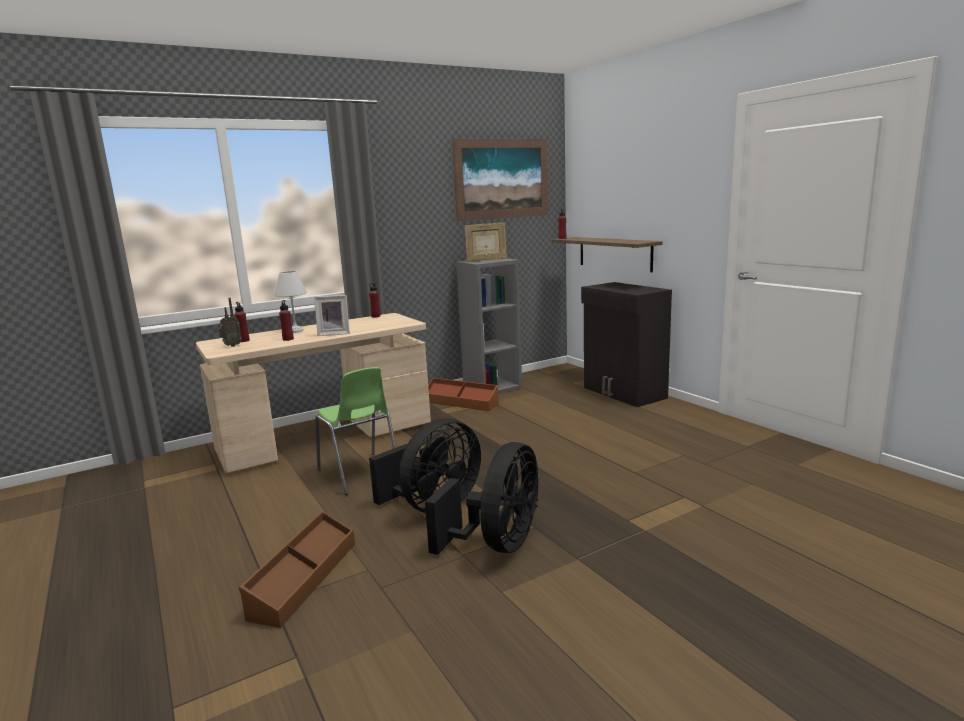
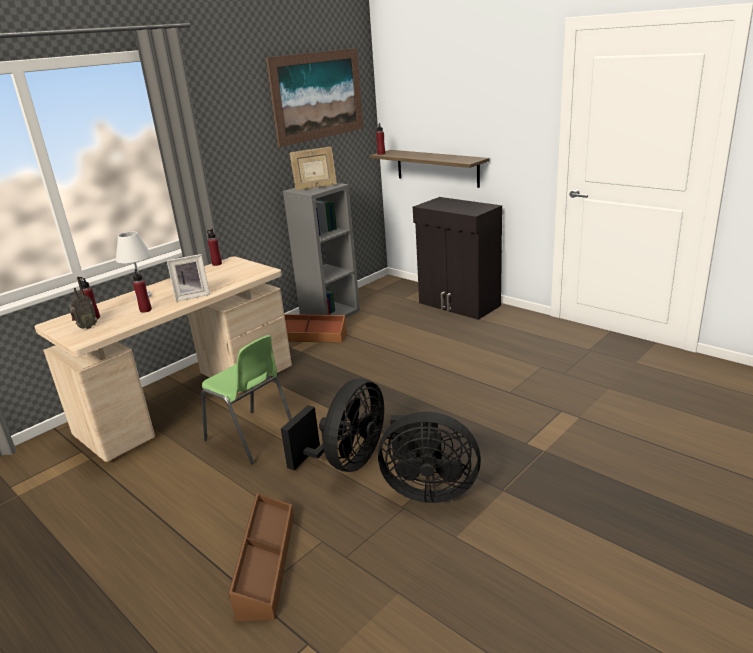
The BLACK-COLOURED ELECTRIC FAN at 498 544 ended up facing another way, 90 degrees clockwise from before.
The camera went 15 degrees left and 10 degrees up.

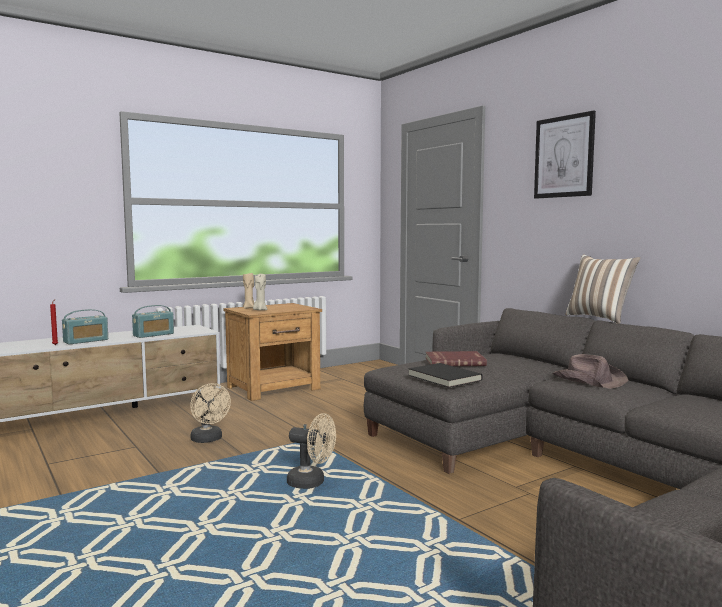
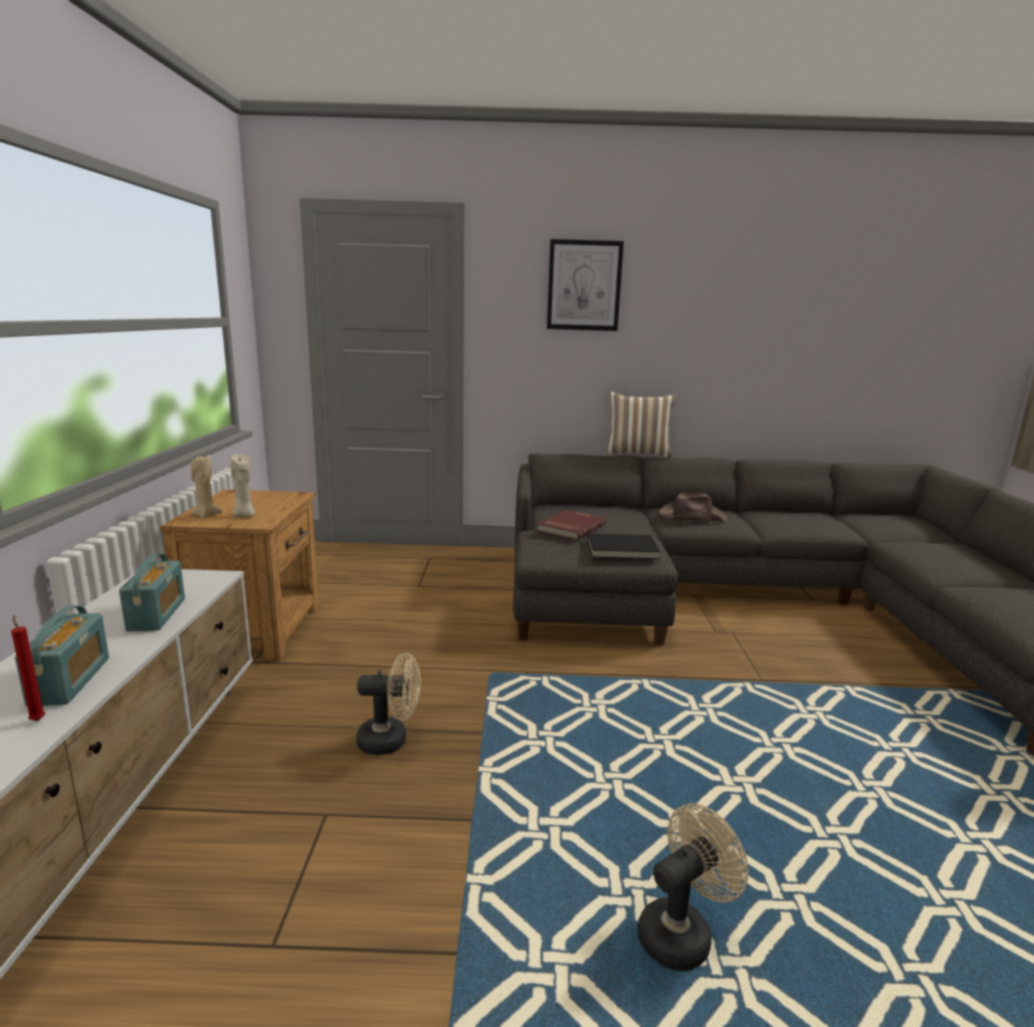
The BEIGE ELECTRIC FAN ended up elsewhere, having gone from 312 482 to 681 932.
The camera went 55 degrees left and 10 degrees up.

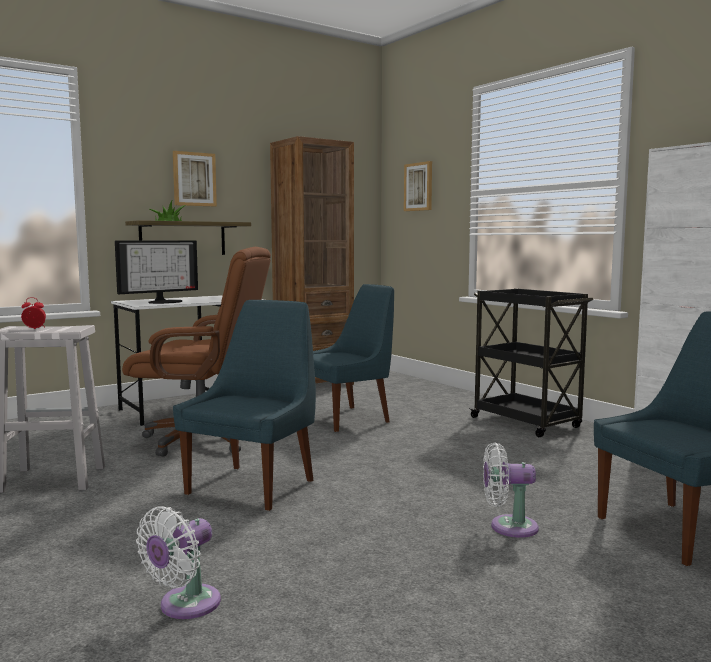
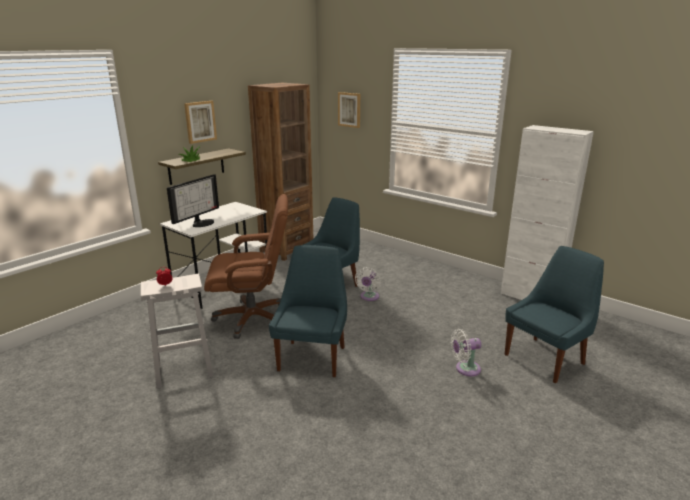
The WHITE-COLOURED ELECTRIC FAN ended up elsewhere, having gone from 185 606 to 369 297.
The second view lost the BLACK-COLOURED CART at 526 423.
The camera went 15 degrees left and 15 degrees up.

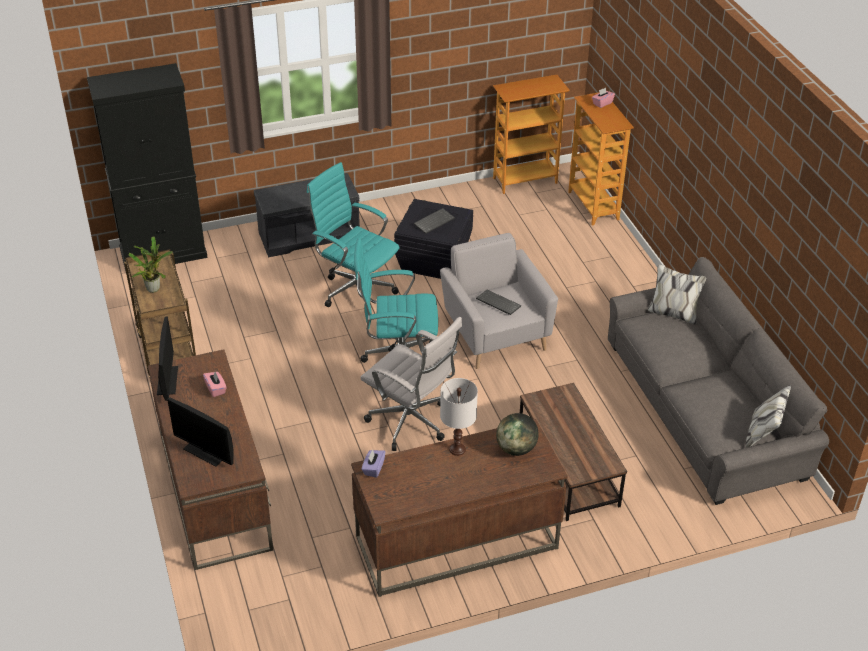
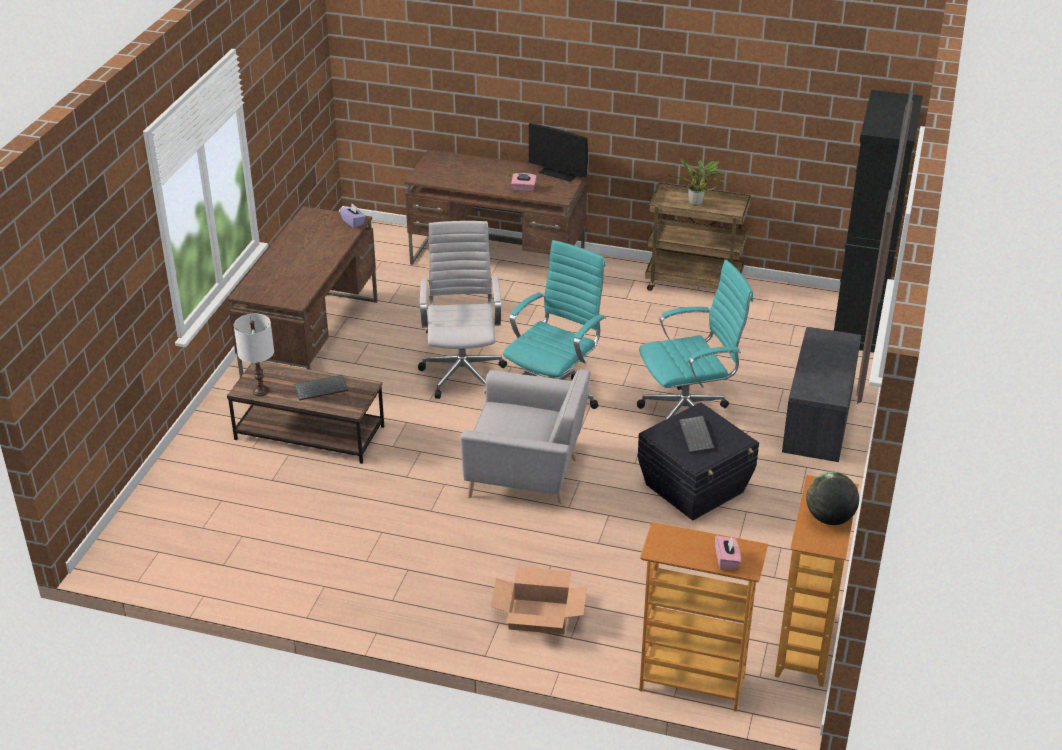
The WHITE-COLOURED TABLE LAMP ended up elsewhere, having gone from 457 449 to 261 391.
The COMPUTER KEYBOARD ended up elsewhere, having gone from 497 303 to 321 388.
The WHITE-COLOURED DESK CHAIR at 411 424 ended up facing another way, 105 degrees clockwise from before.
The second view gained the CARTON at 538 616.
The WORLD GLOBE ended up elsewhere, having gone from 516 449 to 829 518.
The second view lost the COMPUTER SCREEN at 206 452.
The second view lost the GRAY COUCH at 704 409.
The camera went 125 degrees right and 5 degrees down.

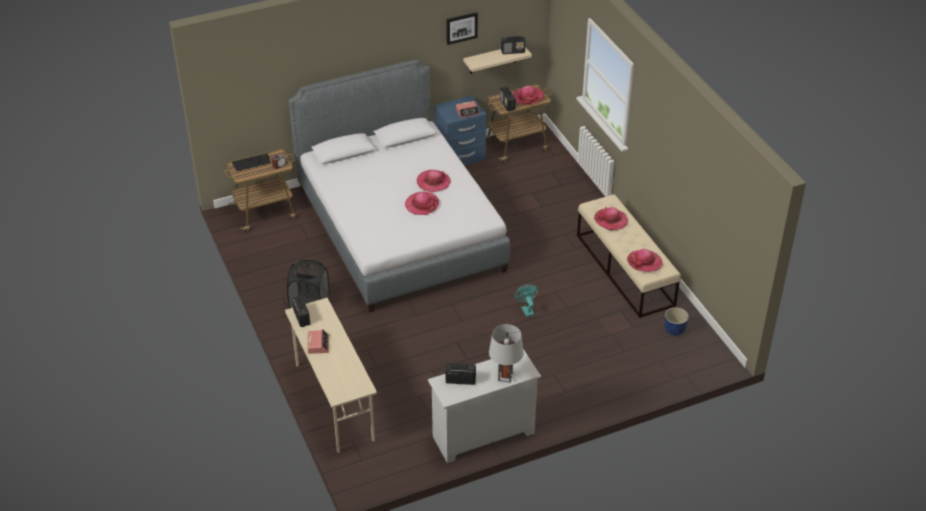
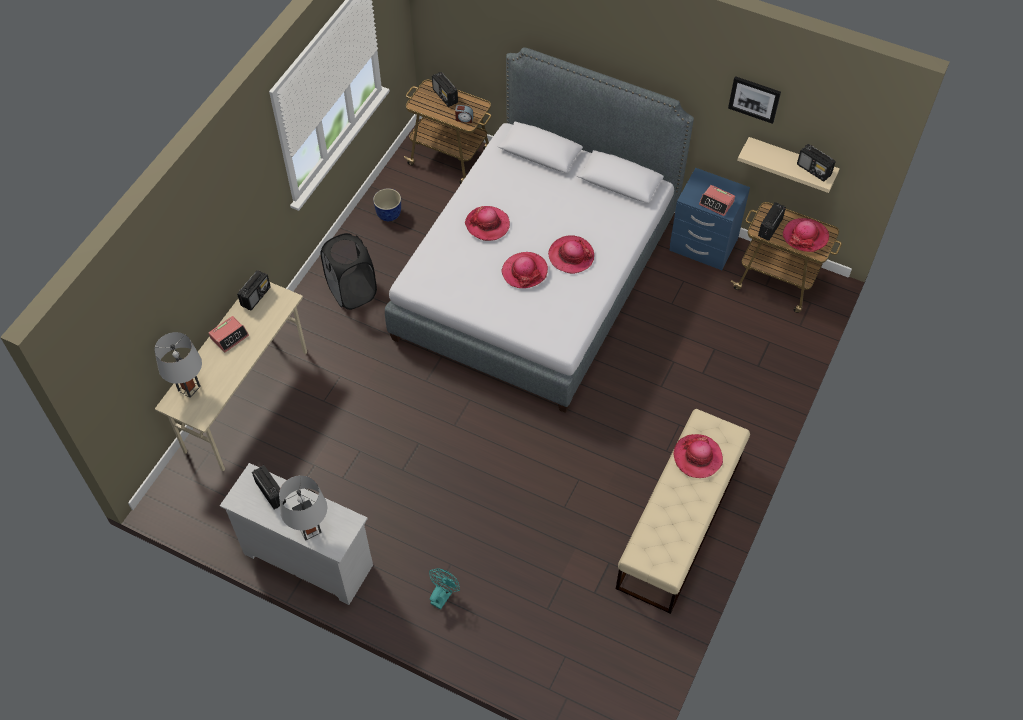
The second view gained the GRAY TABLE LAMP at 189 388.
The PLANTER ended up elsewhere, having gone from 674 330 to 389 214.
The TURQUOISE ELECTRIC FAN ended up elsewhere, having gone from 526 309 to 443 595.
Where the COMPUTER KEYBOARD stood at 251 162, the RADIO came to stand at 445 96.
The WEARABLE HAT ended up elsewhere, having gone from 644 262 to 487 224.
The camera went 50 degrees right and 15 degrees up.

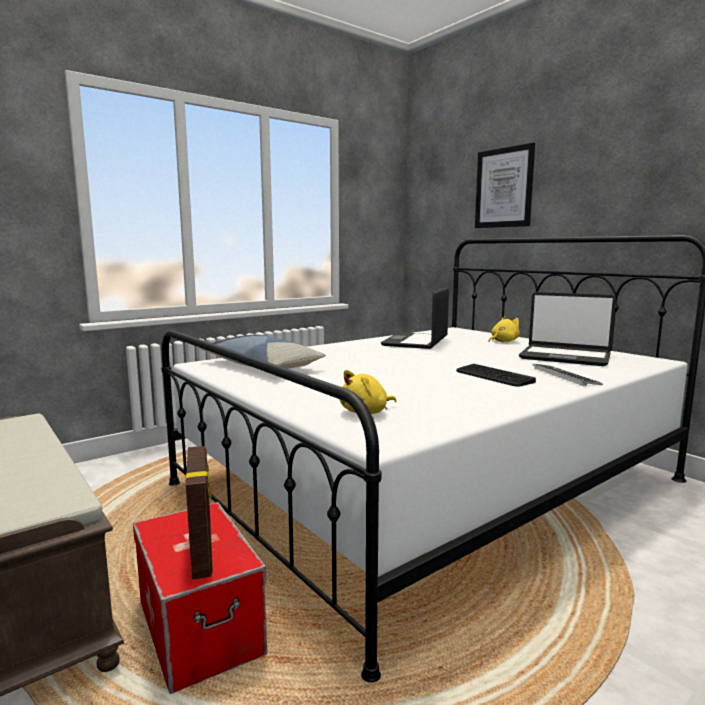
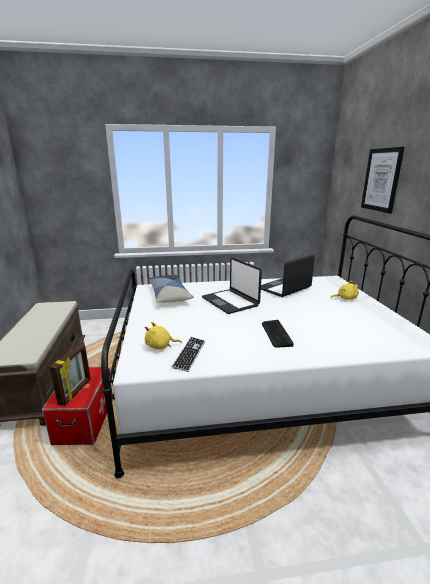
The COMPUTER KEYBOARD ended up elsewhere, having gone from 565 376 to 189 354.
The PORTABLE COMPUTER ended up elsewhere, having gone from 565 357 to 230 302.
The camera went 30 degrees right and 10 degrees up.

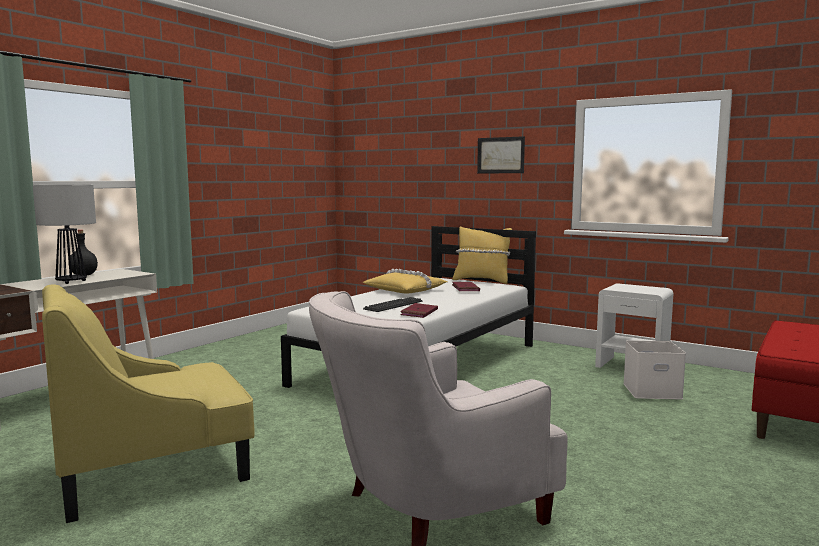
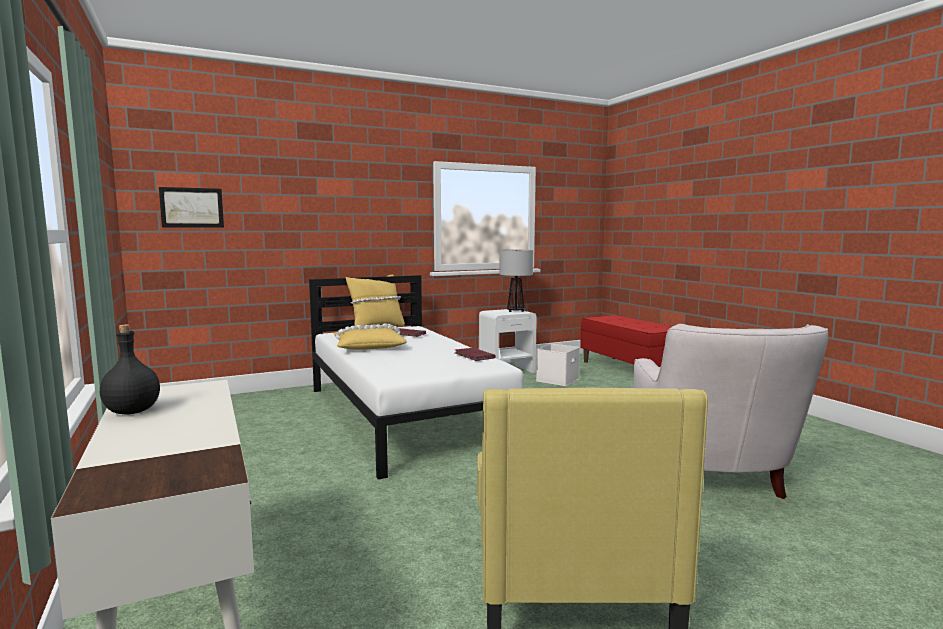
The WALL PICTURE ended up elsewhere, having gone from 500 155 to 192 207.
The TABLE LAMP ended up elsewhere, having gone from 71 282 to 515 311.
The second view lost the COMPUTER KEYBOARD at 393 305.
The camera went 60 degrees left and 0 degrees up.

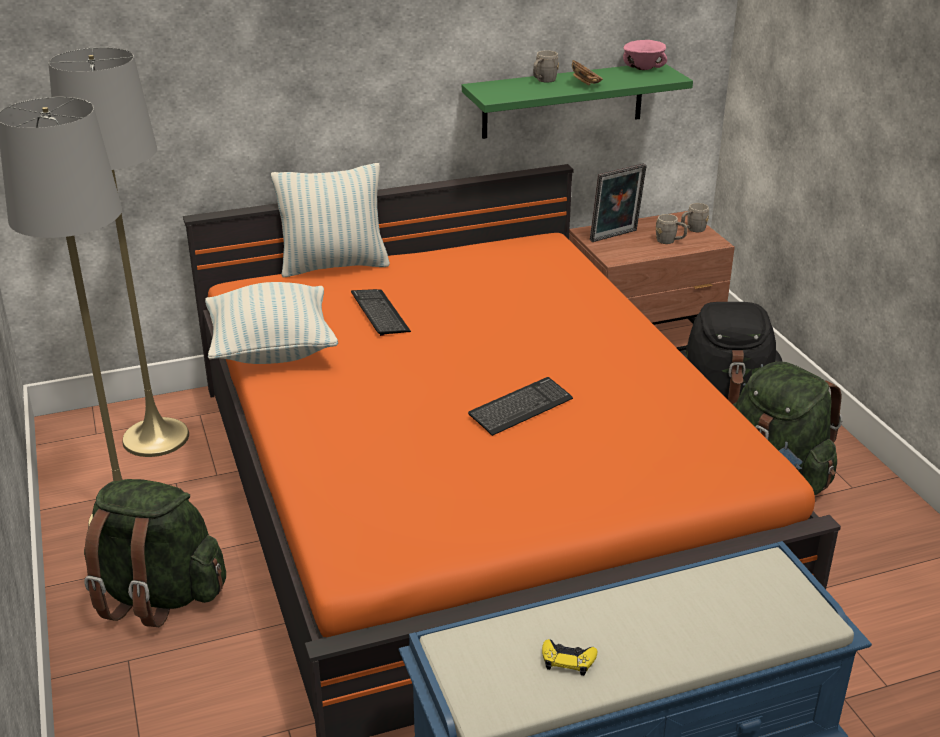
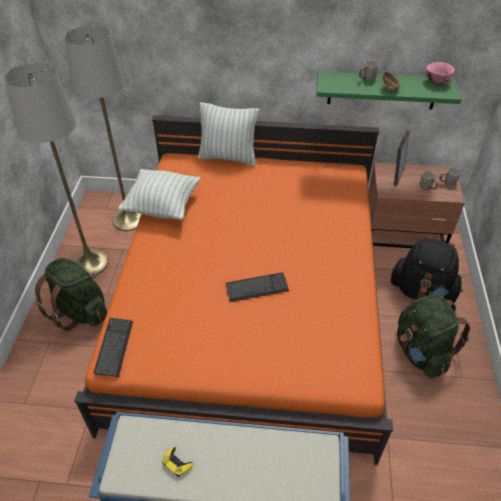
The COMPUTER KEYBOARD ended up elsewhere, having gone from 380 313 to 114 347.
The PHOTO FRAME at 615 236 ended up facing another way, 120 degrees clockwise from before.
The camera went 25 degrees right and 15 degrees up.

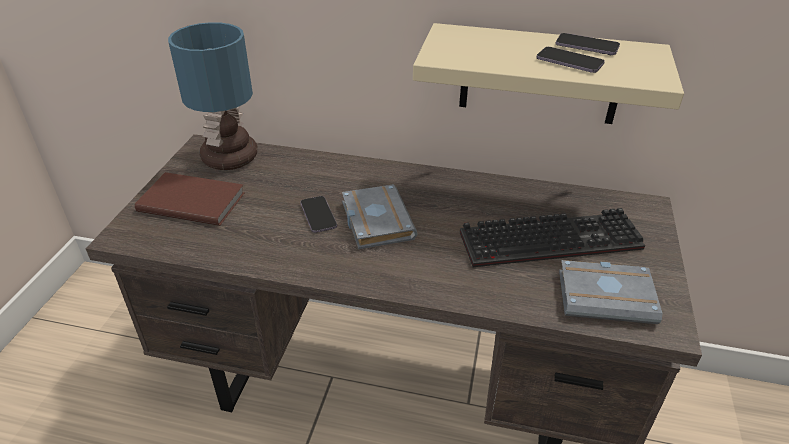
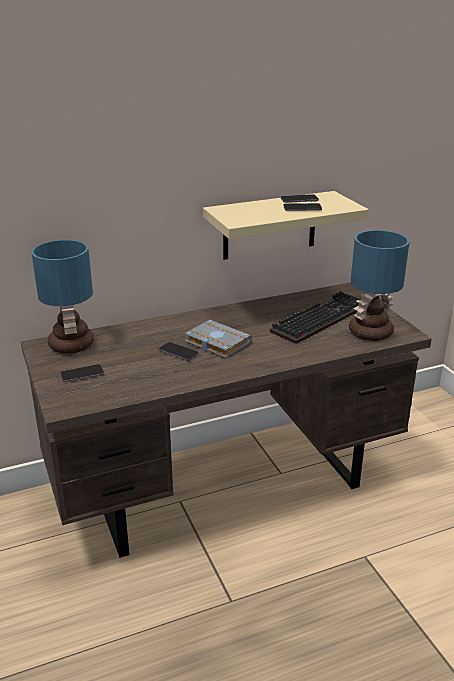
Where the BROWNISH BOOK stood at 192 201, the PHONE came to stand at 82 374.
Where the GRAY BOOK stood at 607 296, the TABLE LAMP came to stand at 371 332.
The camera went 35 degrees left and 10 degrees down.

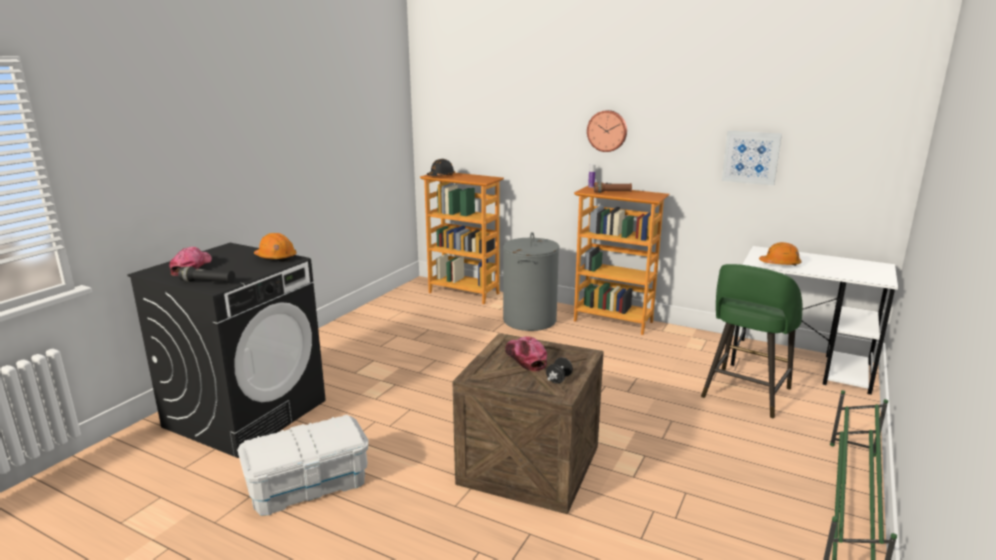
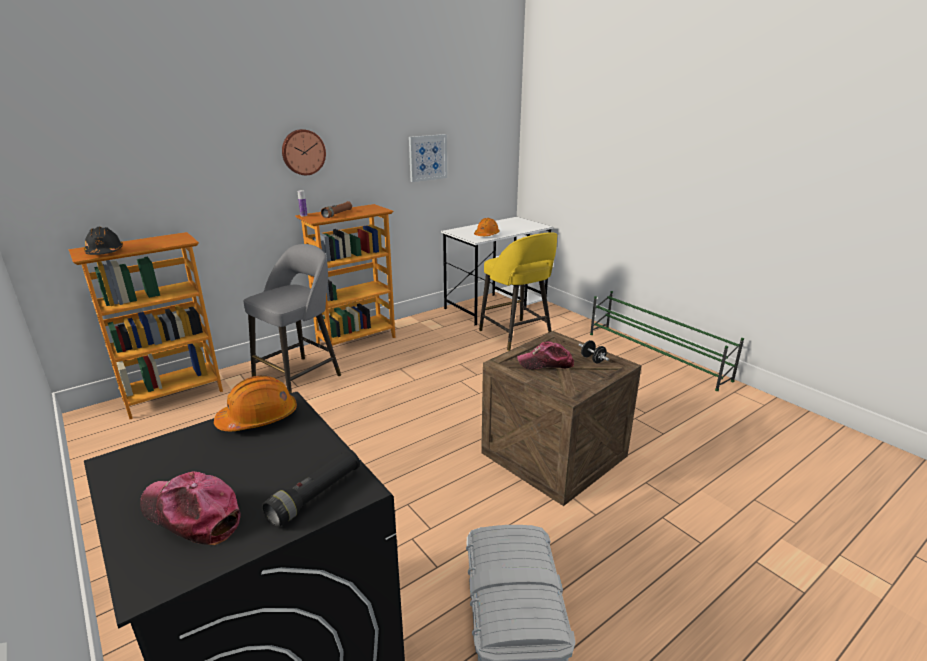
Where the GRAY LAUNDRY BASKET stood at 530 320, the GRAY STOOL came to stand at 299 377.
What was the GREENISH STOOL at 745 394 turned into the YELLOW STOOL at 516 335.
The camera went 65 degrees left and 5 degrees up.

